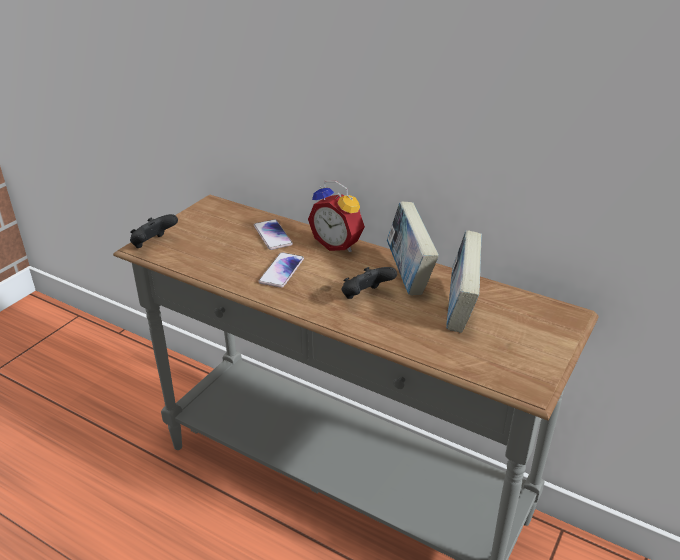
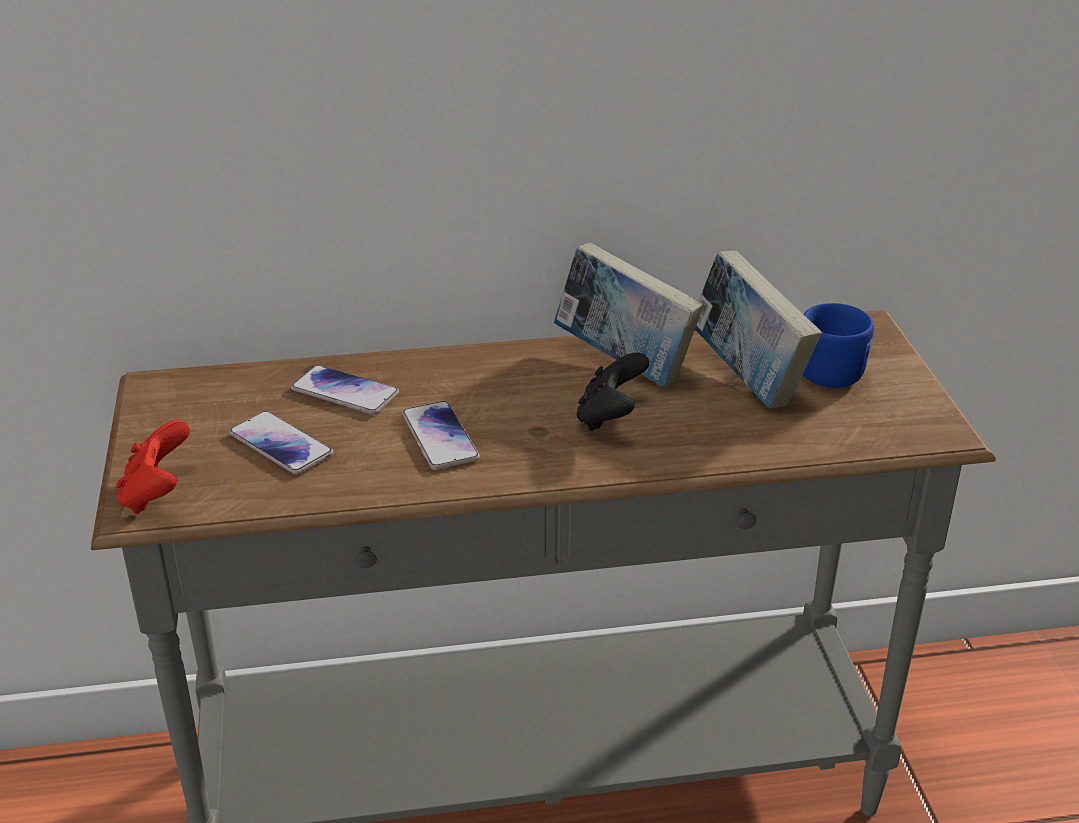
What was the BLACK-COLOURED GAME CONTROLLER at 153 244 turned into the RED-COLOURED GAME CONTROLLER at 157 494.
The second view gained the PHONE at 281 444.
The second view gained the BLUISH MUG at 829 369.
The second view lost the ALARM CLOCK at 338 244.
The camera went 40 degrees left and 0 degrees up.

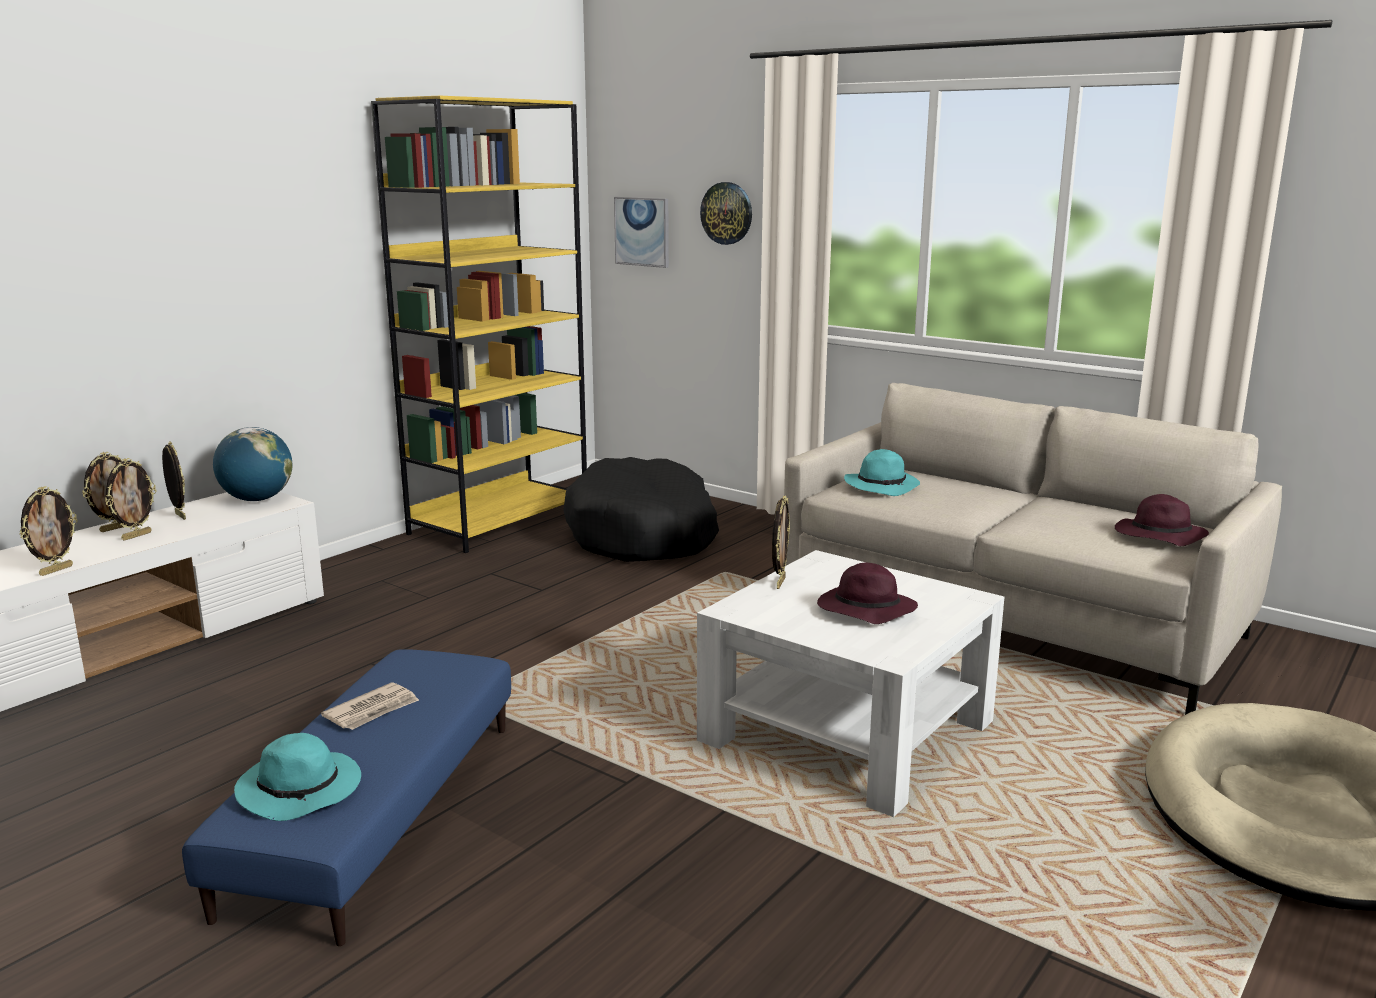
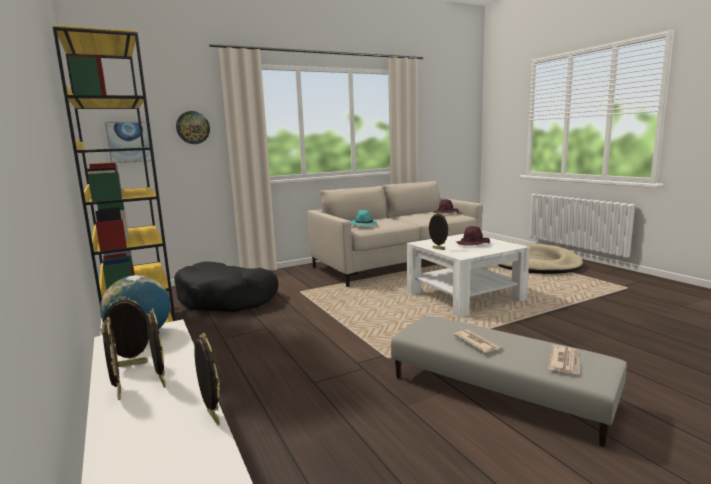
What was the BLUISH POUFFE at 376 813 turned into the GRAY POUFFE at 498 391.
Where the TURQUOISE WEARABLE HAT stood at 301 791, the NEWSPAPER came to stand at 564 362.
The camera went 65 degrees left and 5 degrees down.

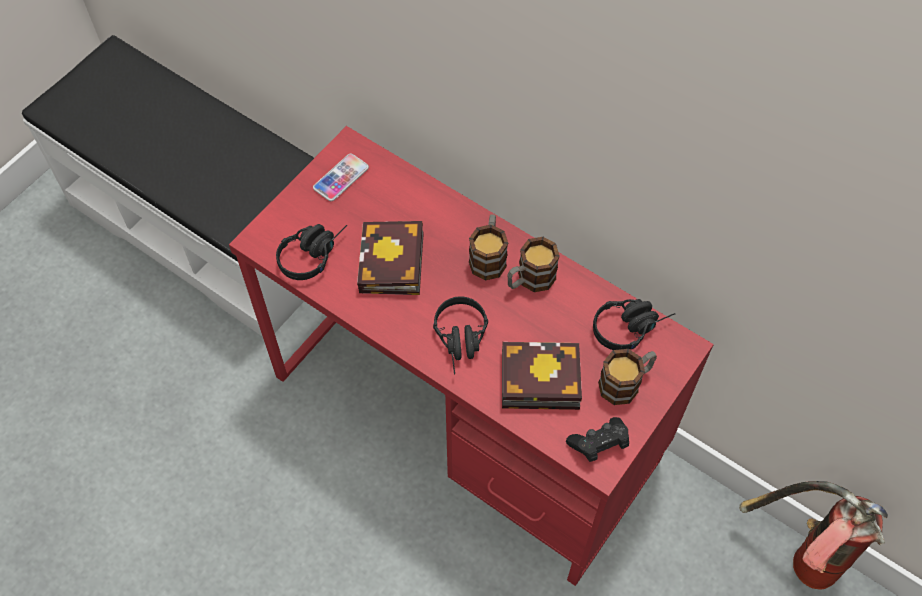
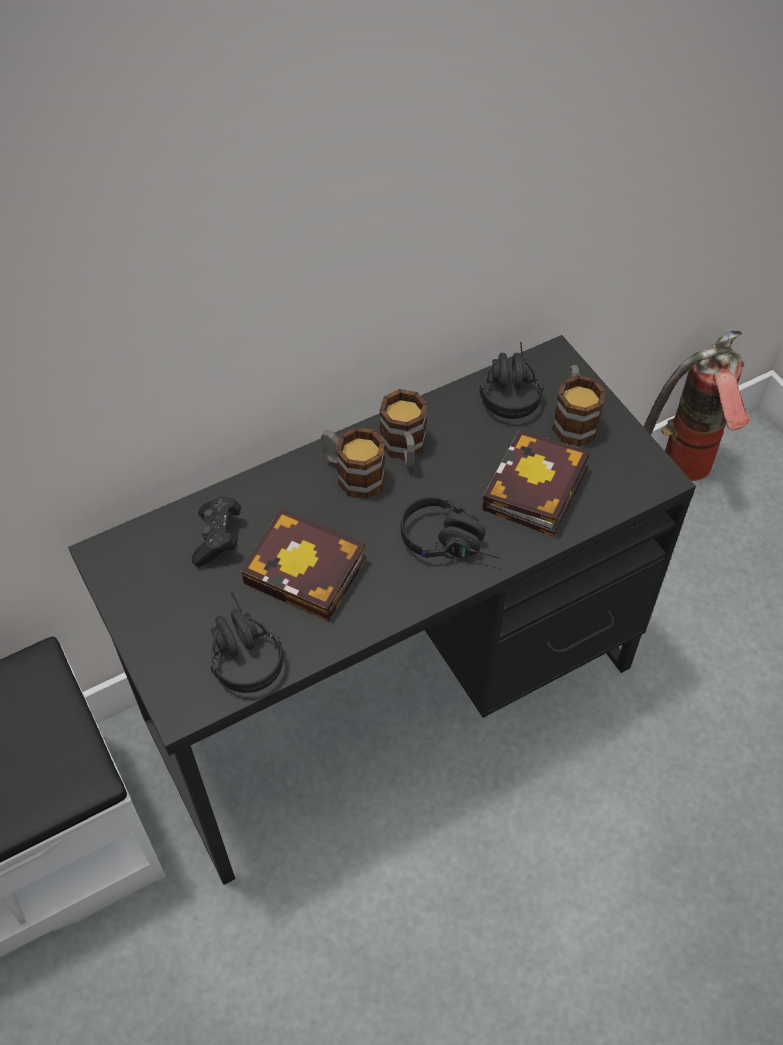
What was the RED-COLOURED DESK TABLE at 464 418 turned into the BLACK-COLOURED DESK TABLE at 391 693.
The BLACK-COLOURED GAME CONTROLLER ended up elsewhere, having gone from 598 444 to 218 539.
The second view lost the PHONE at 341 178.
The camera went 65 degrees left and 5 degrees down.

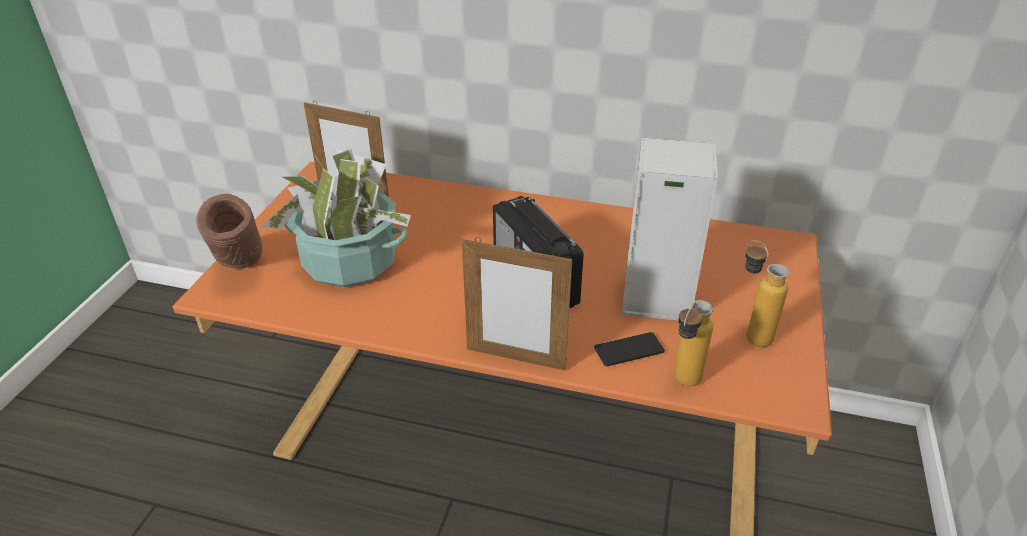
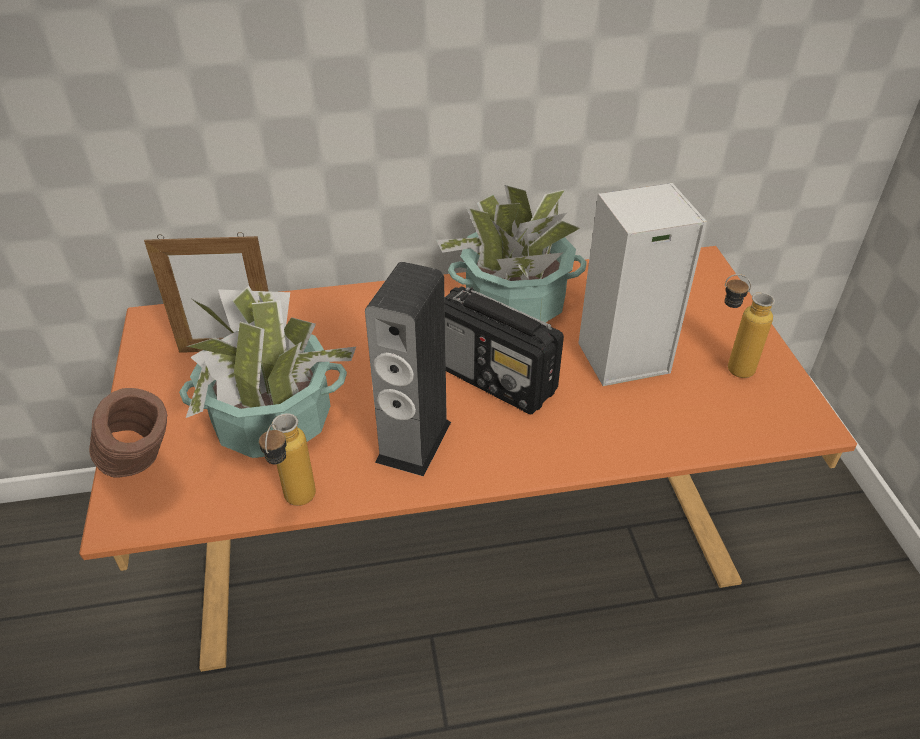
The DRINK BOTTLE ended up elsewhere, having gone from 682 384 to 295 505.
The second view gained the LOUDSPEAKER at 413 441.
The second view gained the PLANT IN A POT at 515 304.
The second view lost the PHOTO FRAME at 515 359.
The second view lost the PHONE at 629 350.
The camera went 25 degrees left and 5 degrees up.

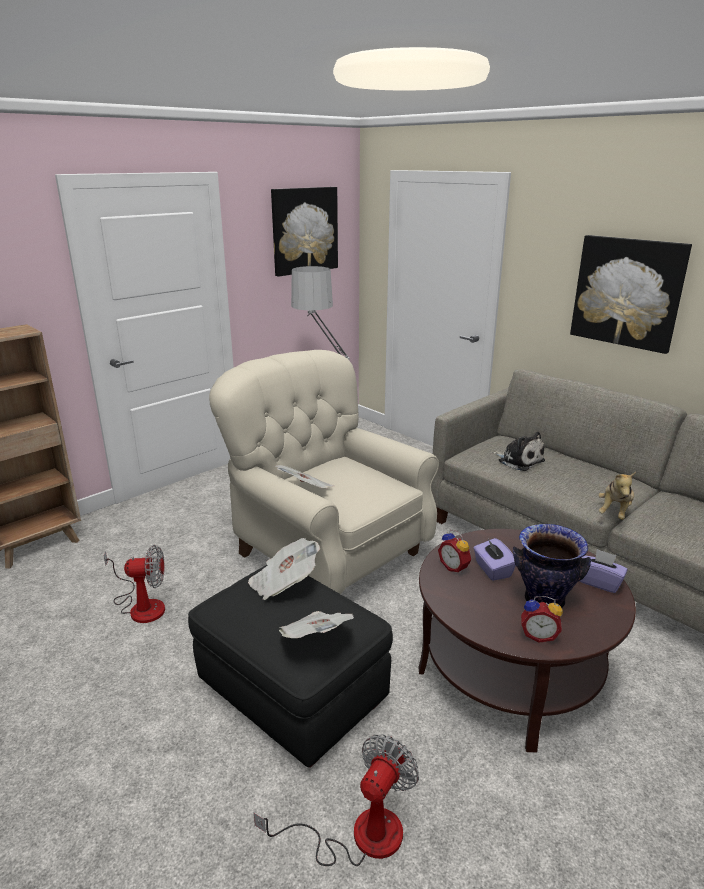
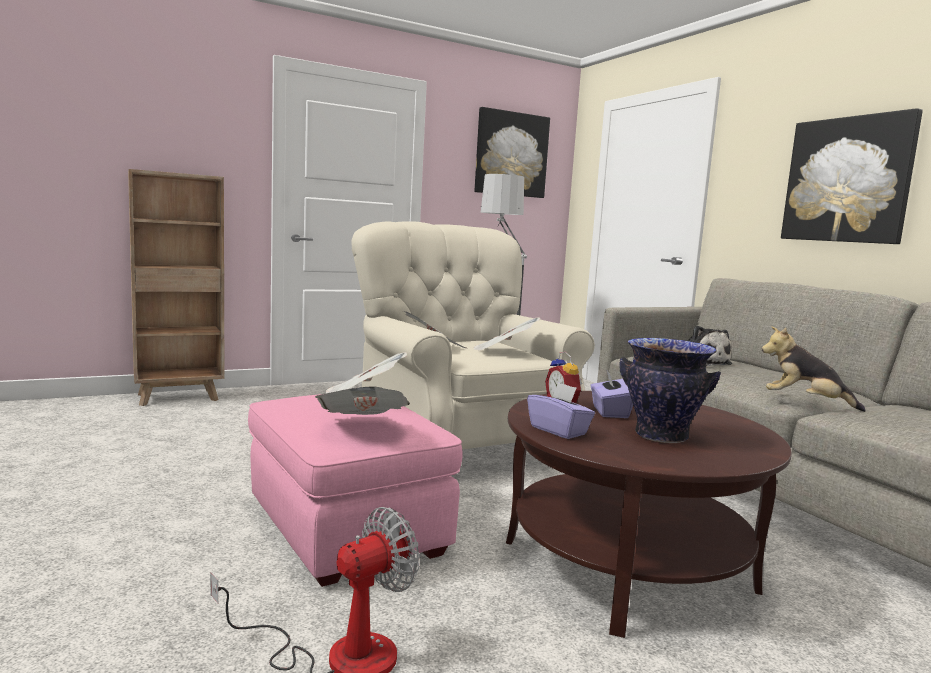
What was the BLACK-COLOURED POUFFE at 293 693 turned into the PINK-COLOURED POUFFE at 346 529.
The second view gained the NEWSPAPER at 503 352.
The PURPLE-COLOURED TISSUE HOLDER ended up elsewhere, having gone from 599 582 to 559 430.
The CUDDLY TOY at 614 512 ended up facing another way, 75 degrees clockwise from before.
The second view lost the ELECTRIC FAN at 141 605.
The second view lost the ALARM CLOCK at 538 635.
The camera went 15 degrees right and 15 degrees down.

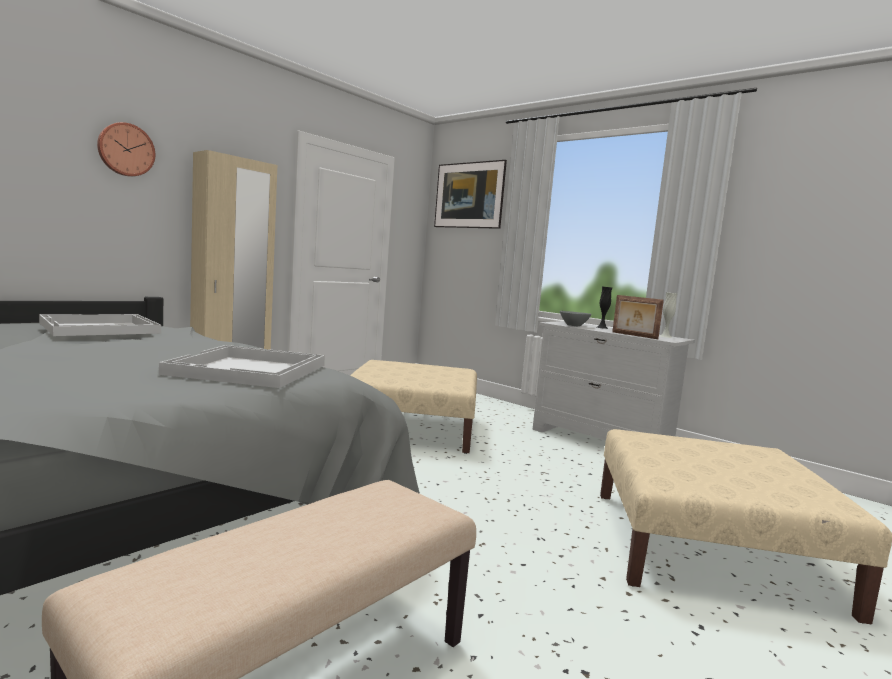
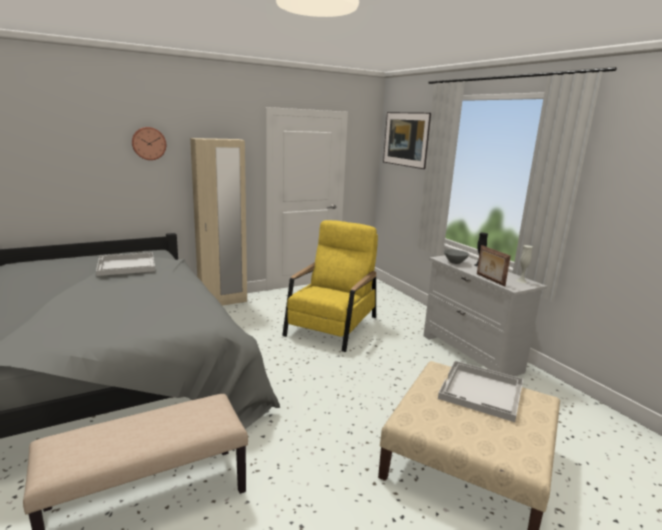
Where the BEIGE POUFFE stood at 412 427, the YELLOW EASY CHAIR came to stand at 332 326.
The WHITE-COLOURED TRAY ended up elsewhere, having gone from 249 370 to 482 392.
The camera went 20 degrees right and 10 degrees up.

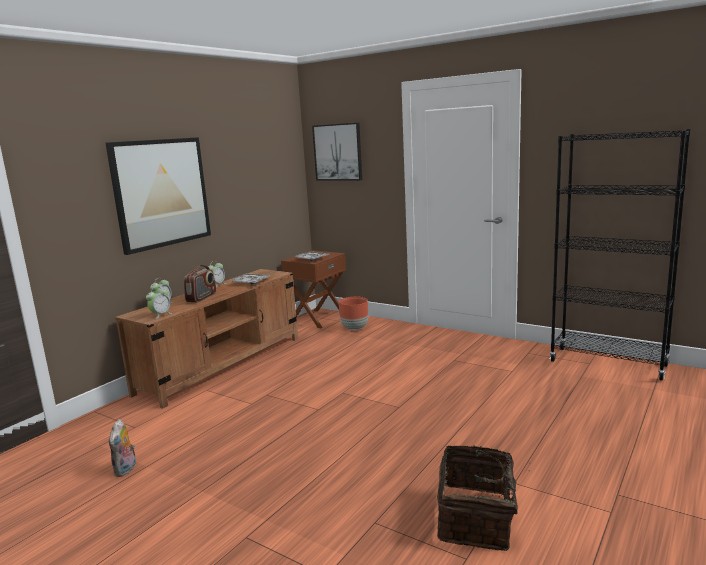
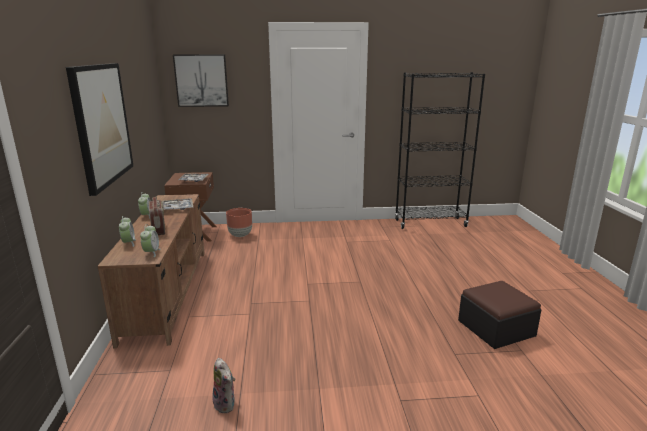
Where the STORAGE BASKET stood at 477 518, the POUFFE came to stand at 496 328.
The camera went 40 degrees left and 5 degrees up.

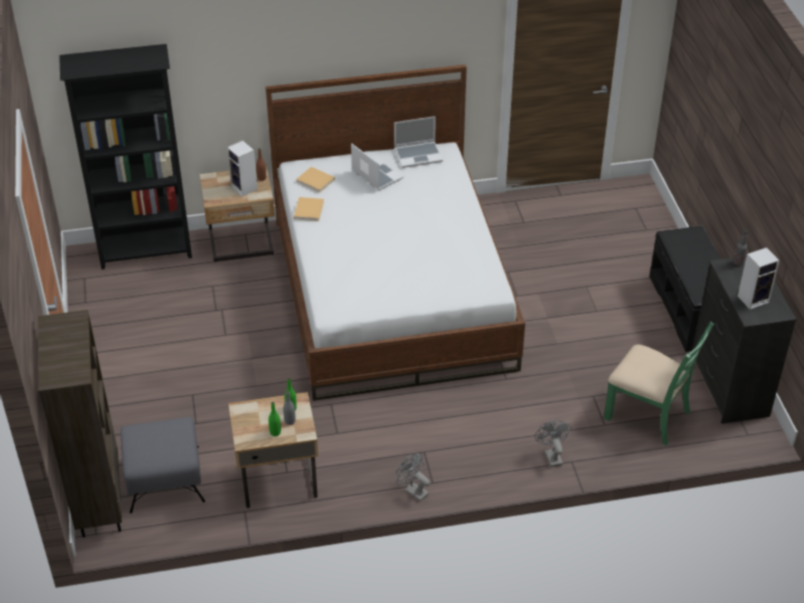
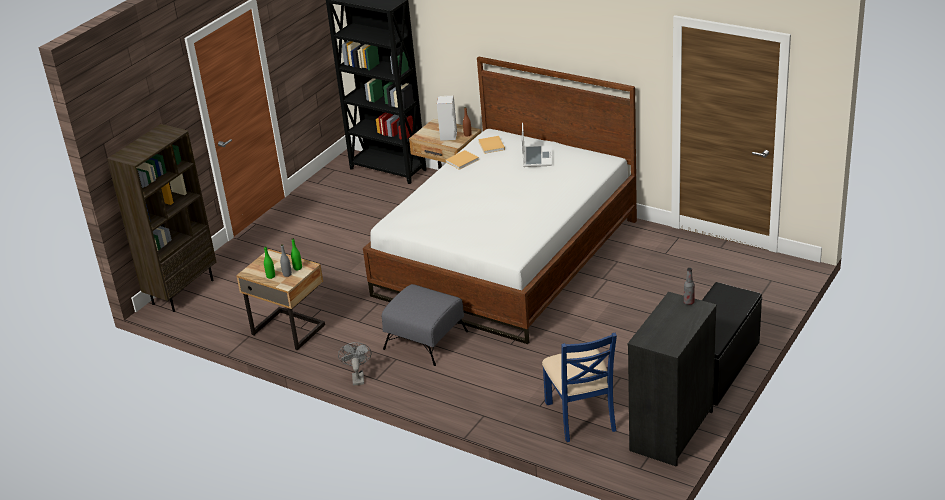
The GRAY POUFFE ended up elsewhere, having gone from 165 479 to 426 340.
What was the GREENISH CHAIR at 648 414 turned into the BLUISH CHAIR at 581 416.
The second view lost the PORTABLE COMPUTER at 418 155.
The second view lost the GRAY ELECTRIC FAN at 551 455.
The second view lost the LOUDSPEAKER at 753 298.
The camera went 45 degrees right and 10 degrees down.

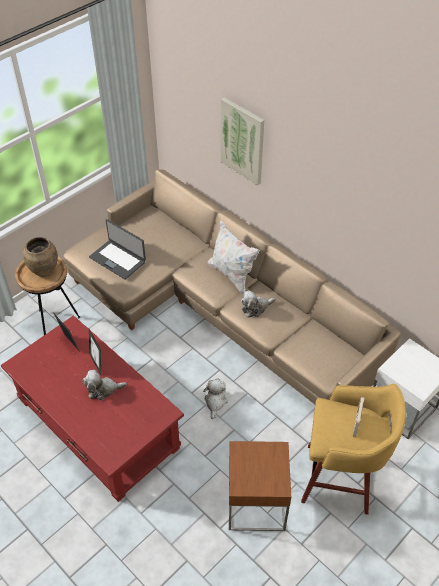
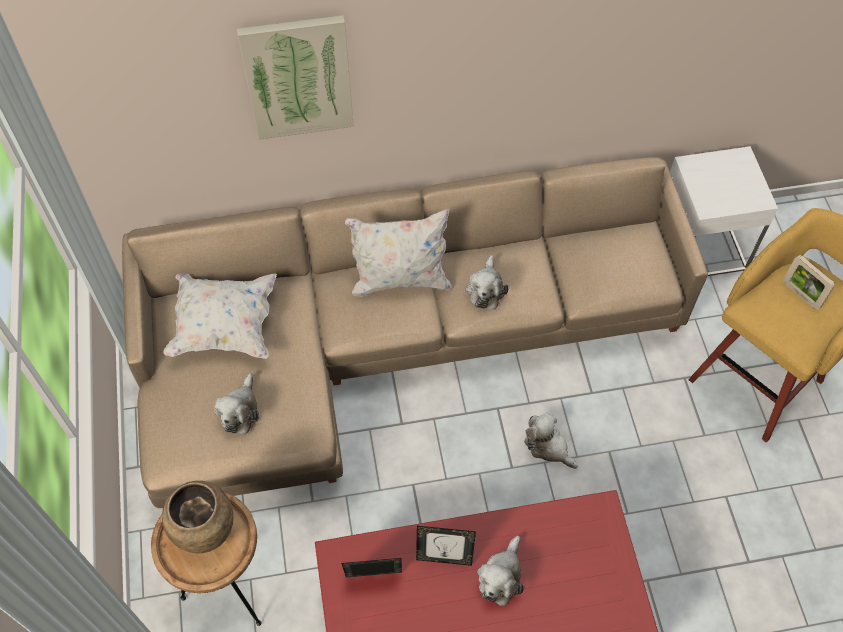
The second view gained the WHITE-COLOURED PILLOW at 224 326.
Where the PORTABLE COMPUTER stood at 118 259, the CUDDLY TOY came to stand at 240 411.
The second view lost the BROWNISH SIDE TABLE at 256 504.
The camera went 55 degrees left and 10 degrees up.

